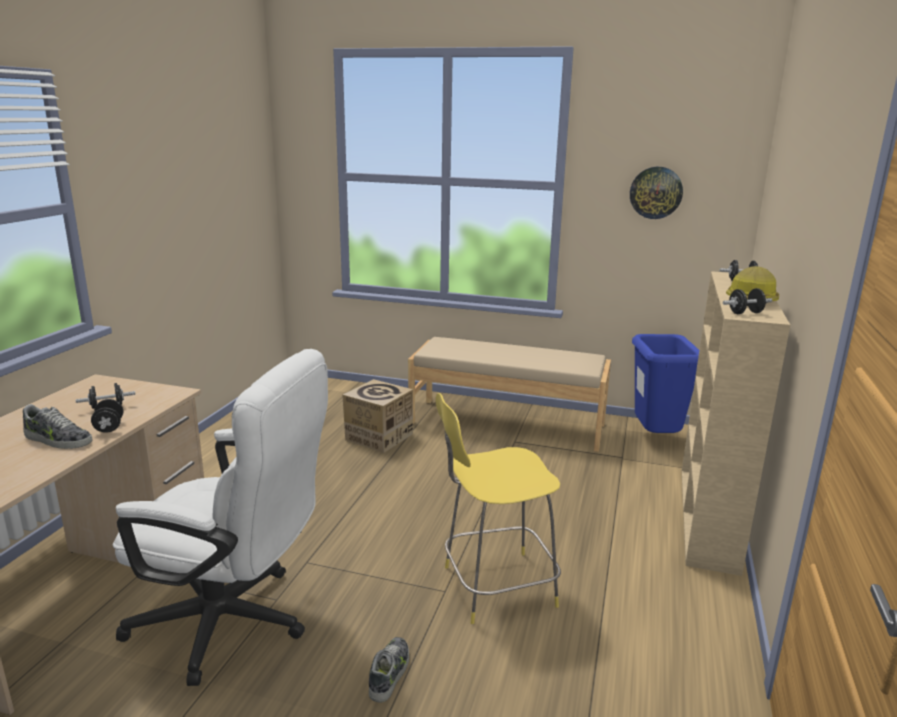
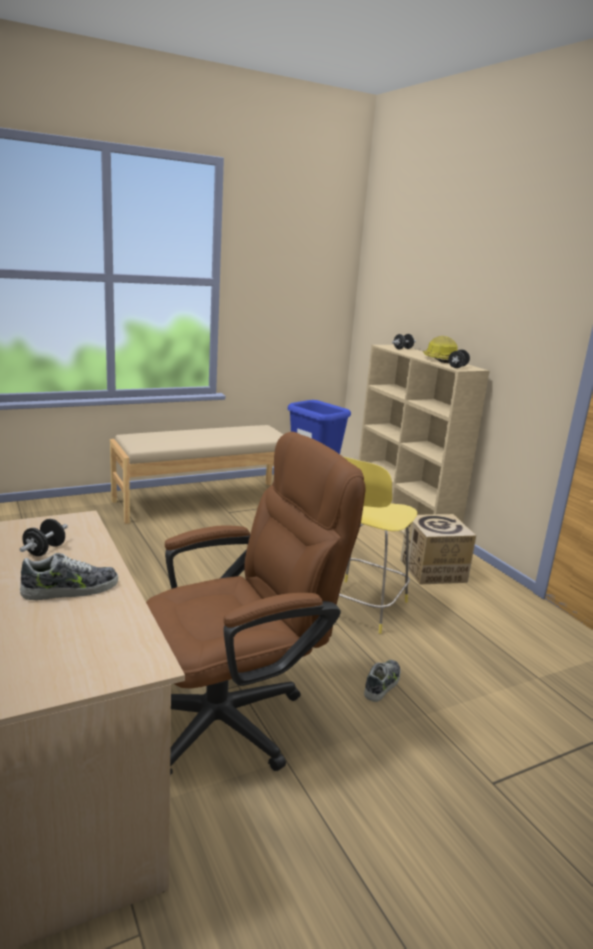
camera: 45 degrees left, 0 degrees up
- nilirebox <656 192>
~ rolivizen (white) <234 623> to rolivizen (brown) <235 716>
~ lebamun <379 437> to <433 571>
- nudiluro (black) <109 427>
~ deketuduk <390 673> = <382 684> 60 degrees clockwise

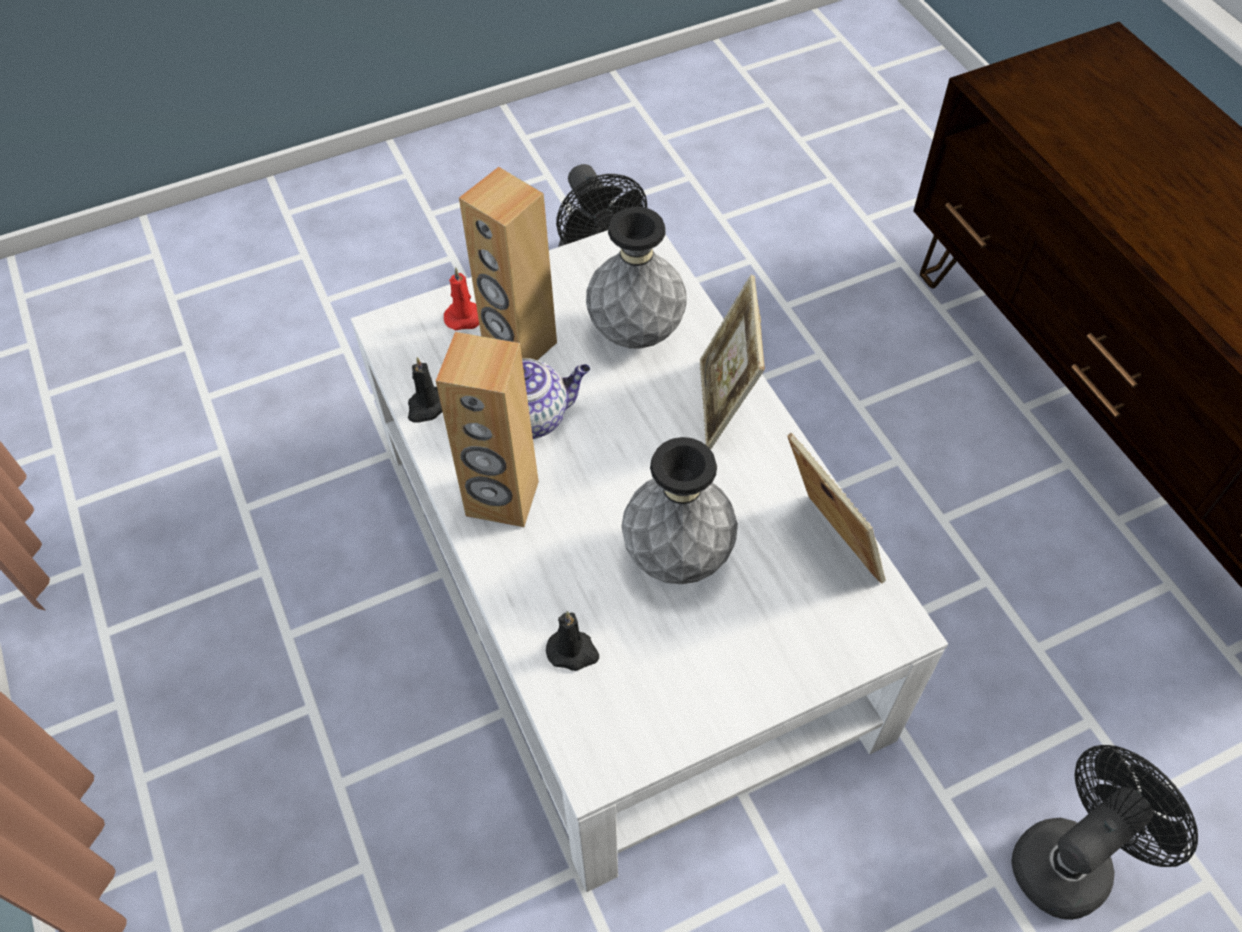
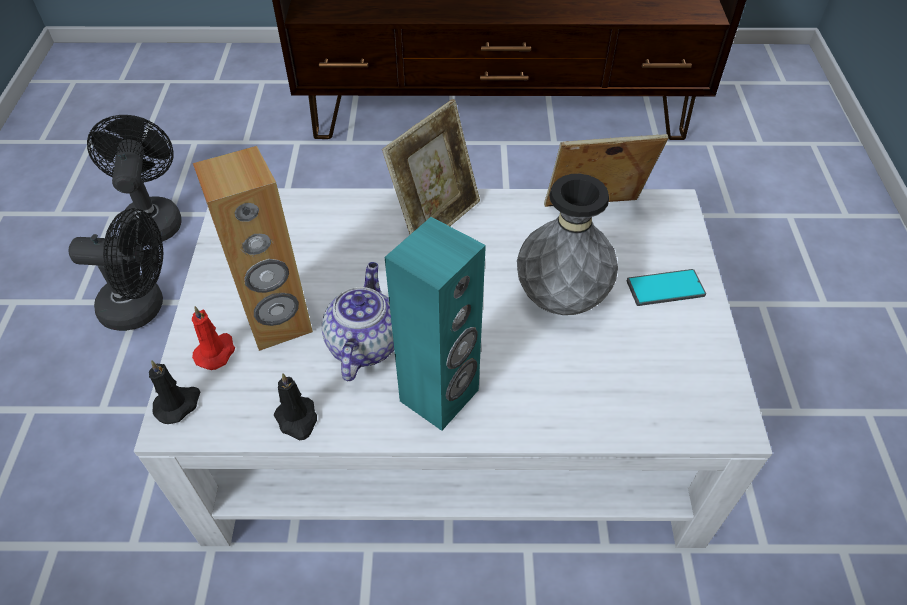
camera: 65 degrees left, 5 degrees down
- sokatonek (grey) <635 333>
~ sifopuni <725 404> = <436 218> 75 degrees counterclockwise
~ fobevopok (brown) <502 499> to fobevopok (turquoise) <440 396>
~ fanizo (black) <573 651> to <178 404>
~ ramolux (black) <1071 859> to <153 218>
+ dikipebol <665 288>

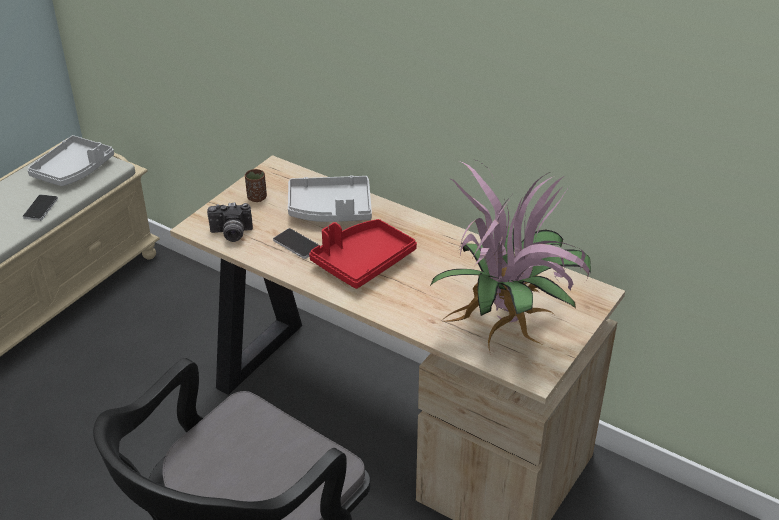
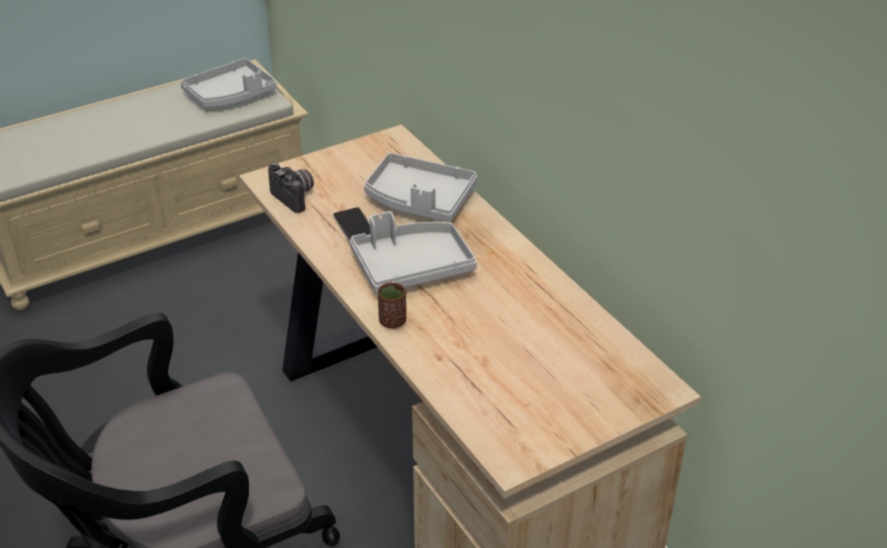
camera: 25 degrees right, 0 degrees up
- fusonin <507 325>
~ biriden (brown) <257 198> to <392 321>
- dikipebol <40 208>
~ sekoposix <231 234> = <296 197> 150 degrees counterclockwise
~ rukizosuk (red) <362 262> to rukizosuk (grey) <411 267>

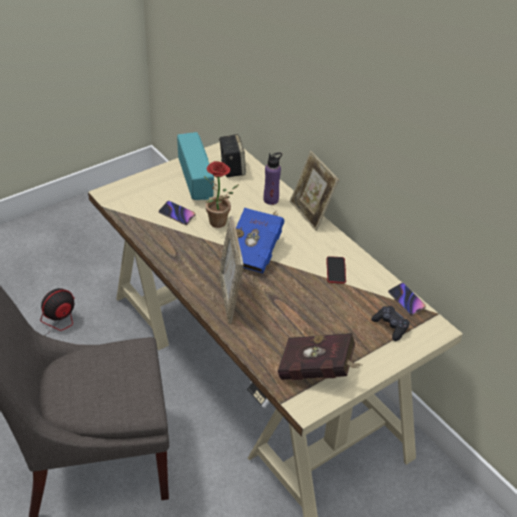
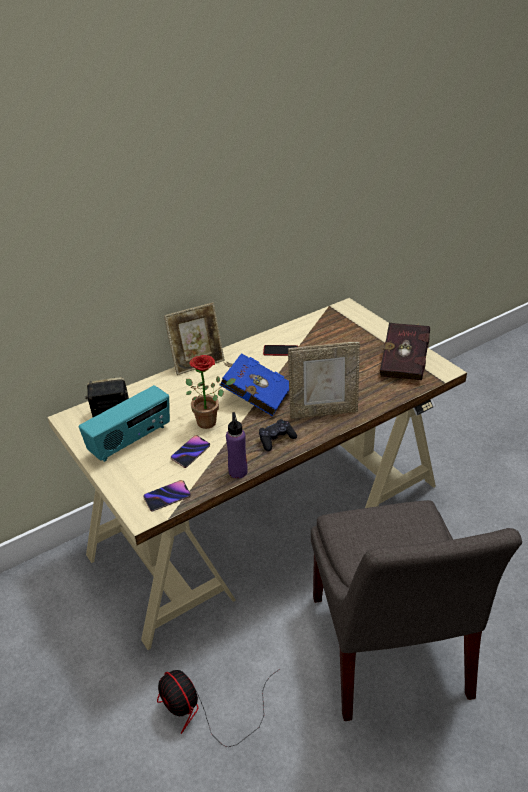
camera: 85 degrees left, 5 degrees down
~ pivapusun <196 181> = <130 441> 150 degrees clockwise
~ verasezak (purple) <271 200> to <238 471>
~ dikipebol <406 300> to <167 497>
~ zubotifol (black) <390 326> to <276 439>

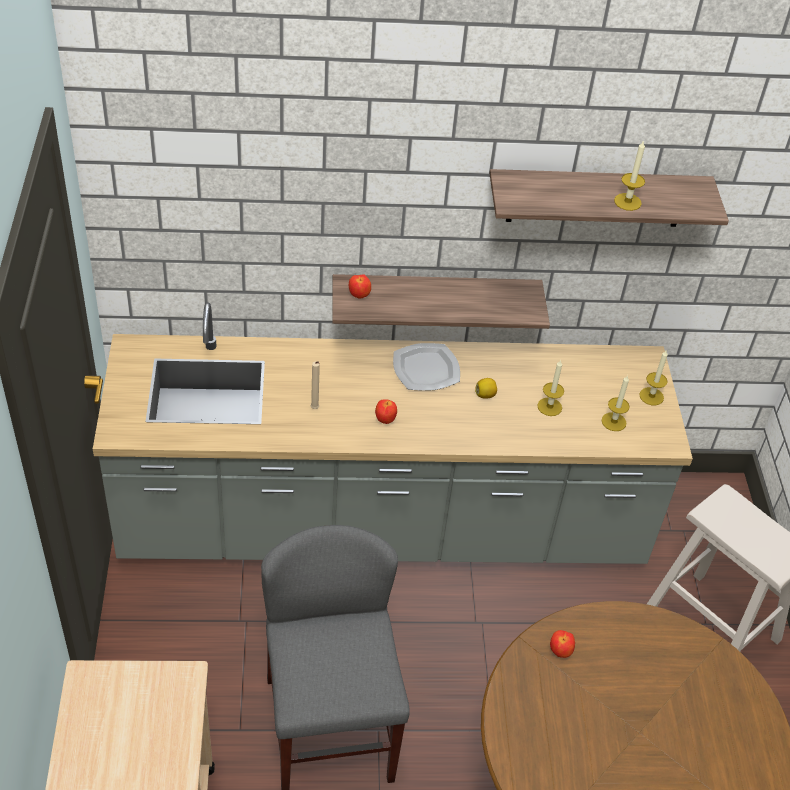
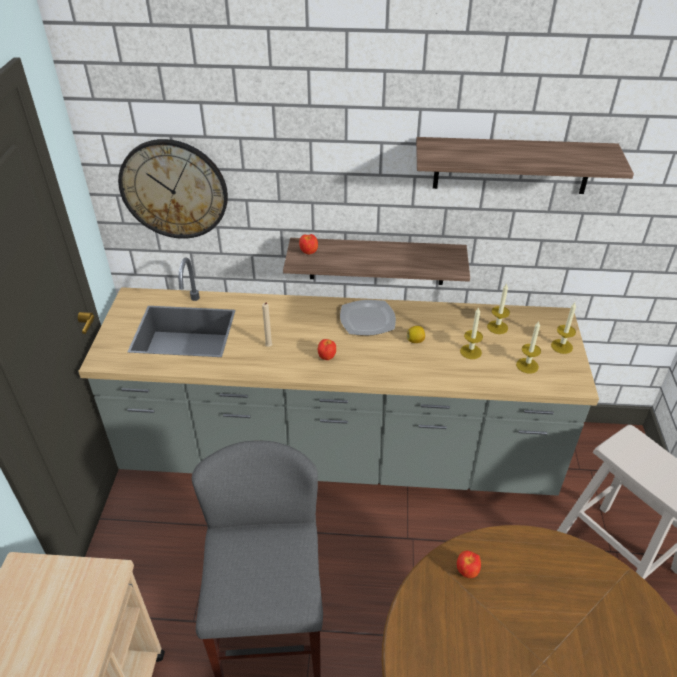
camera: 10 degrees right, 5 degrees down
~ fanizo <627 202> to <497 327>
+ nilirebox <174 189>

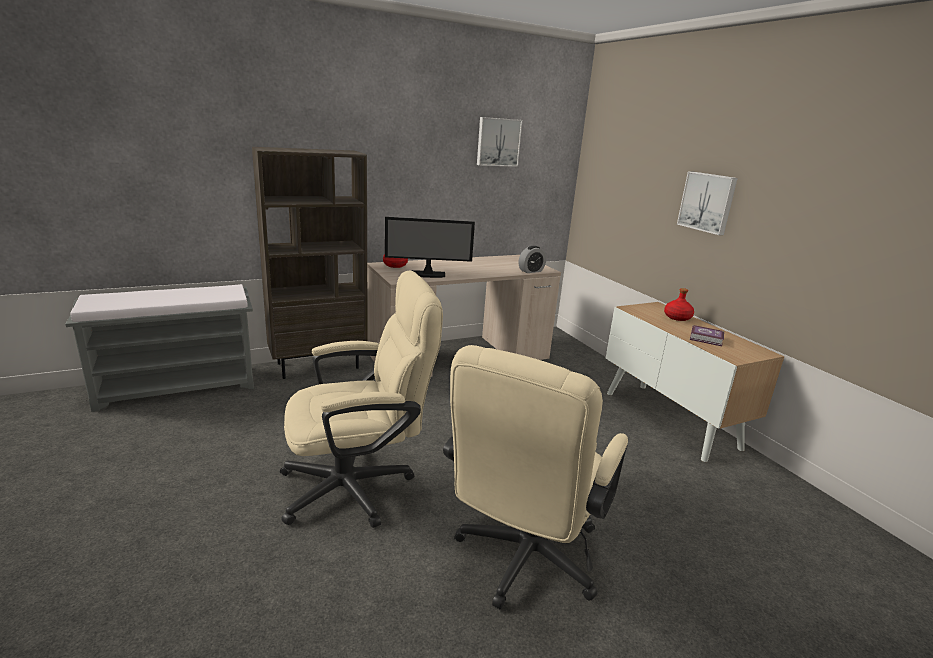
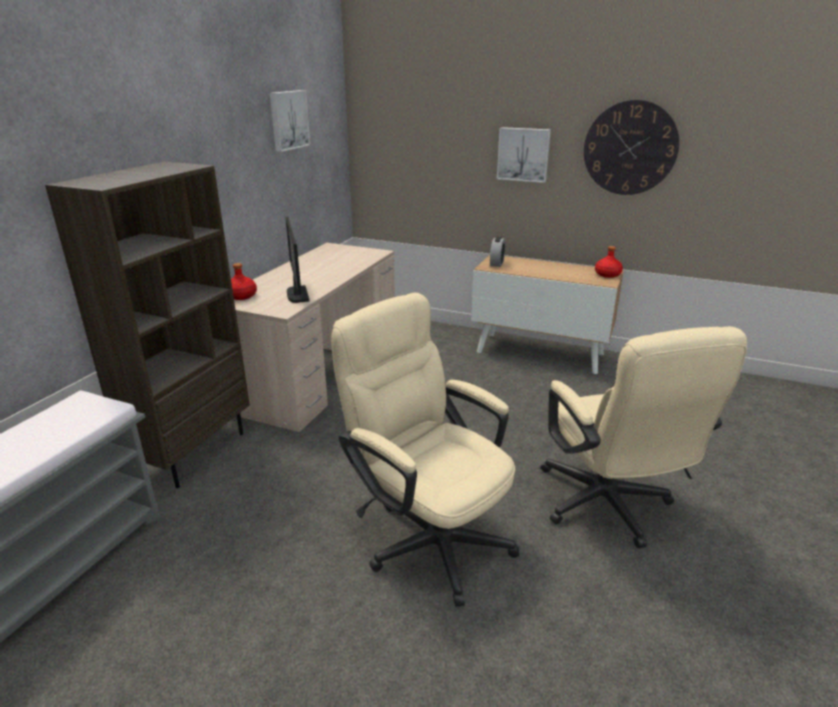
camera: 40 degrees left, 5 degrees up
~ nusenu <428 275> = <297 295> 120 degrees clockwise
~ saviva <531 271> to <497 263>
~ rolivizen (beige) <359 486> = <428 536> 75 degrees counterclockwise
~ verasezak (red) <677 317> to <608 274>
- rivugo <707 339>
+ nilirebox <630 148>

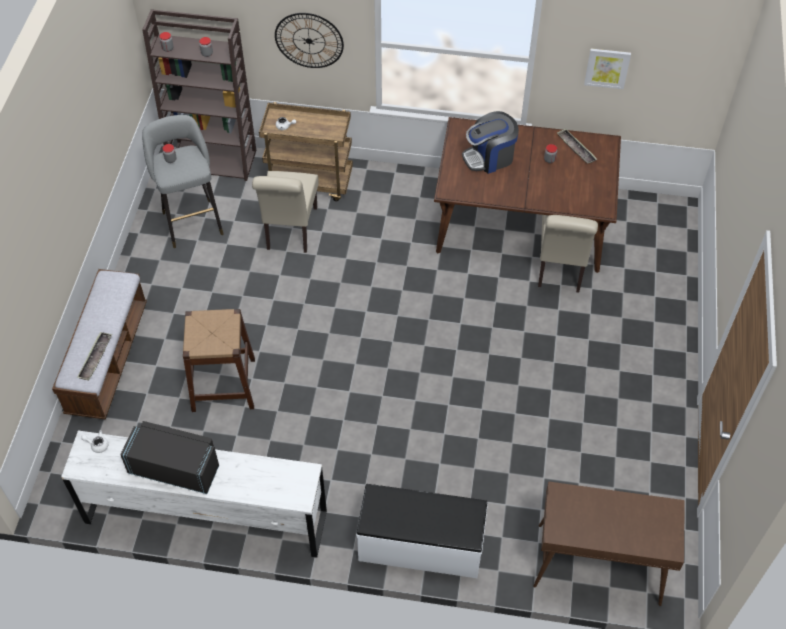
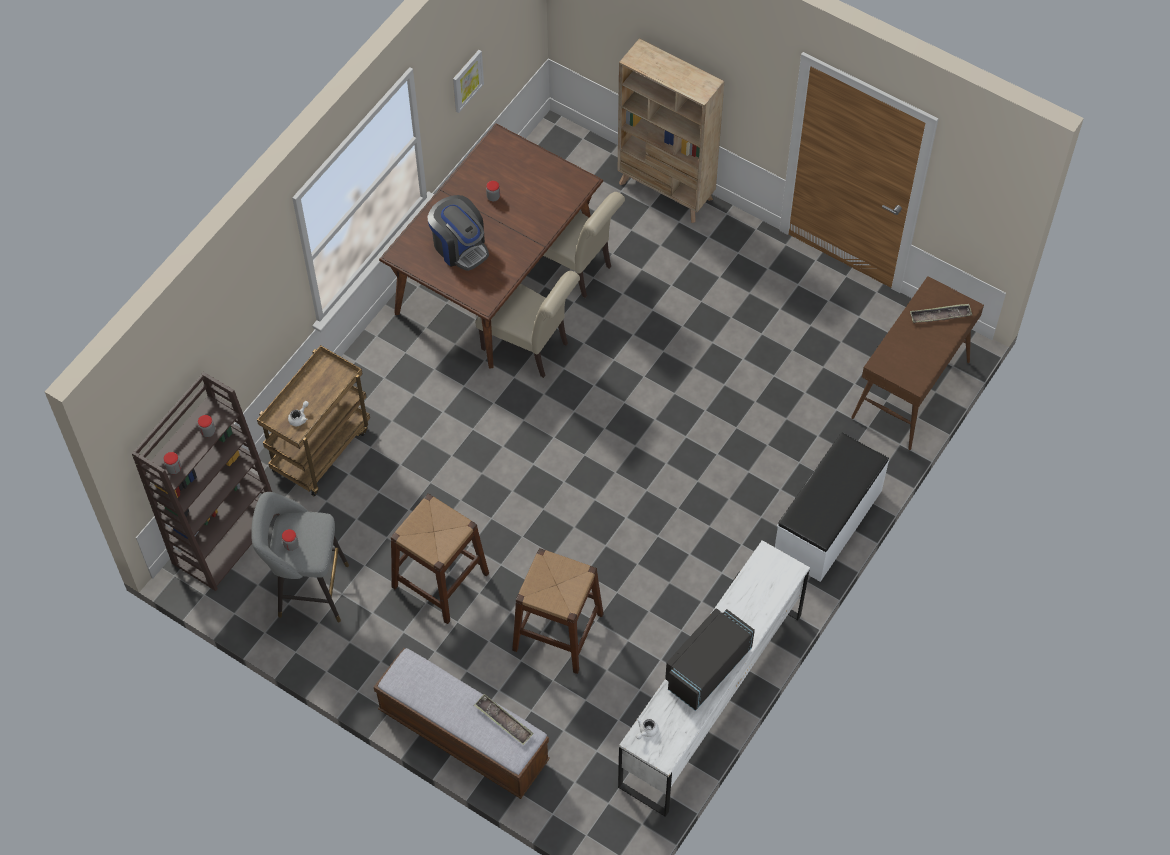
camera: 65 degrees left, 5 degrees up
- nilirebox <309 40>
~ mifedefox <489 157> = <460 247> 45 degrees counterclockwise
~ rukizosuk <576 148> to <940 316>
~ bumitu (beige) <290 231> to <530 348>
+ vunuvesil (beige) <666 191>
+ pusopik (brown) <440 580>

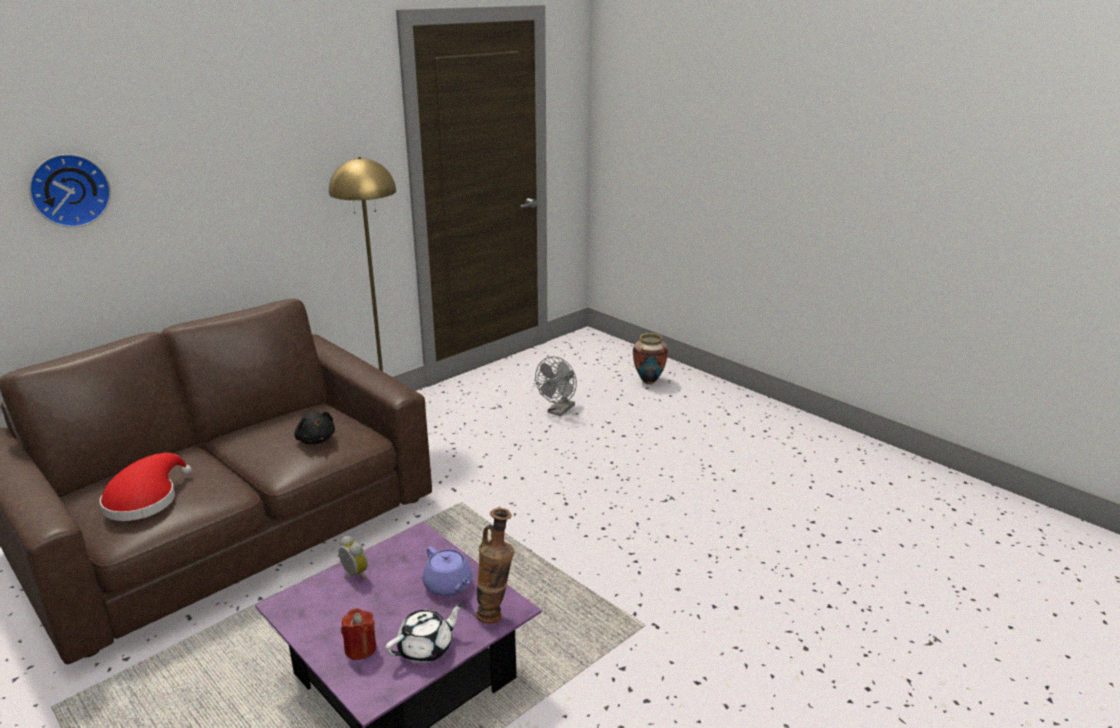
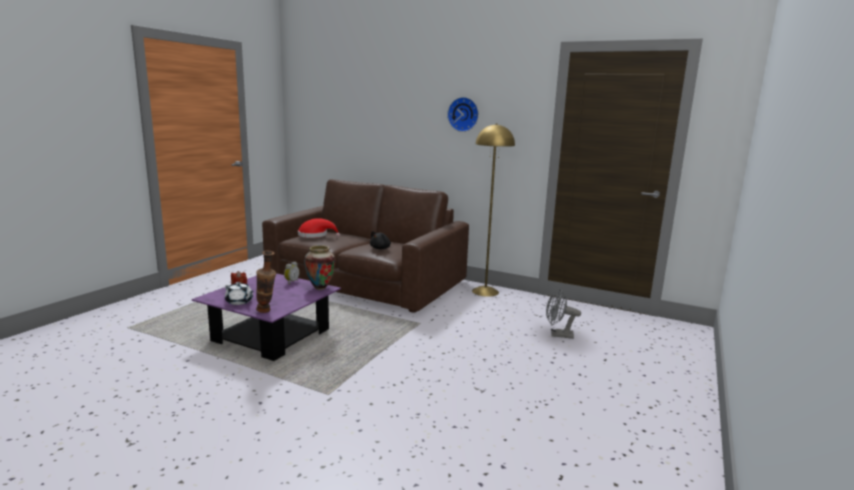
camera: 70 degrees right, 10 degrees down
~ nilirebox <69 190> to <463 114>
~ sokatonek <648 382> to <320 288>
- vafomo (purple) <448 586>

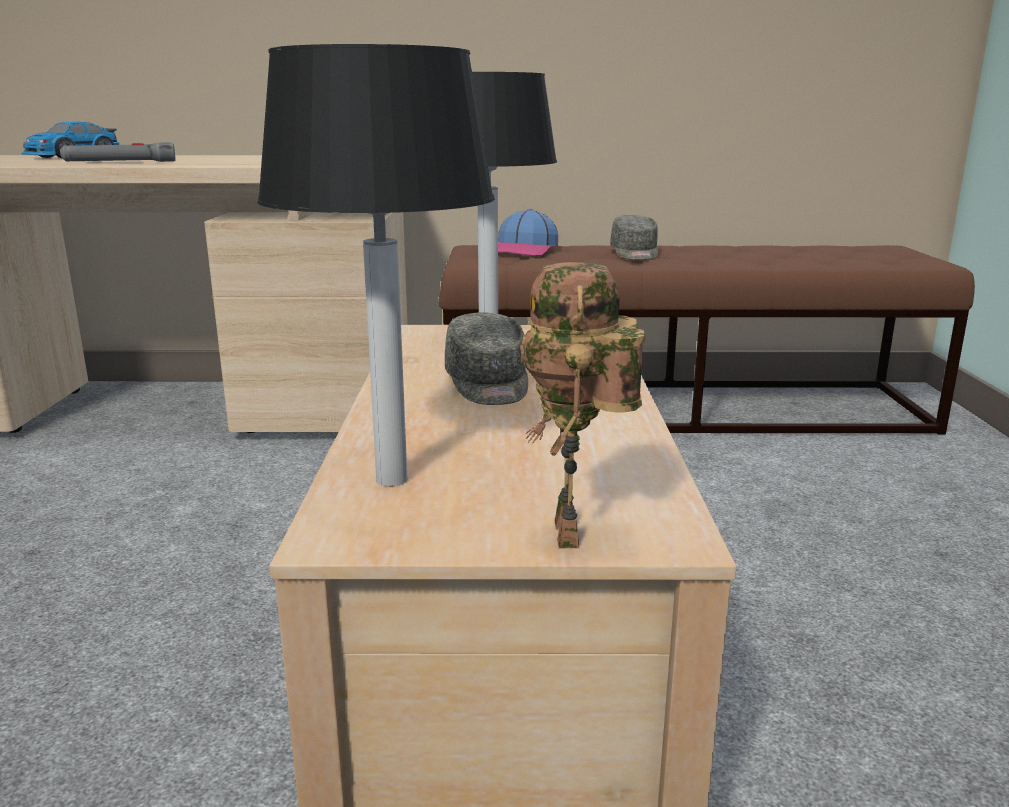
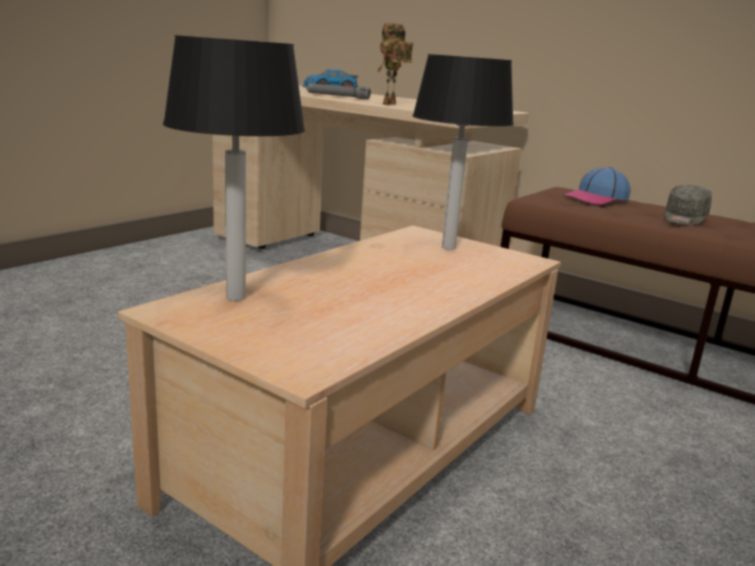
camera: 35 degrees right, 0 degrees up
~ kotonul <574 536> to <390 104>
- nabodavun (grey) <488 384>

